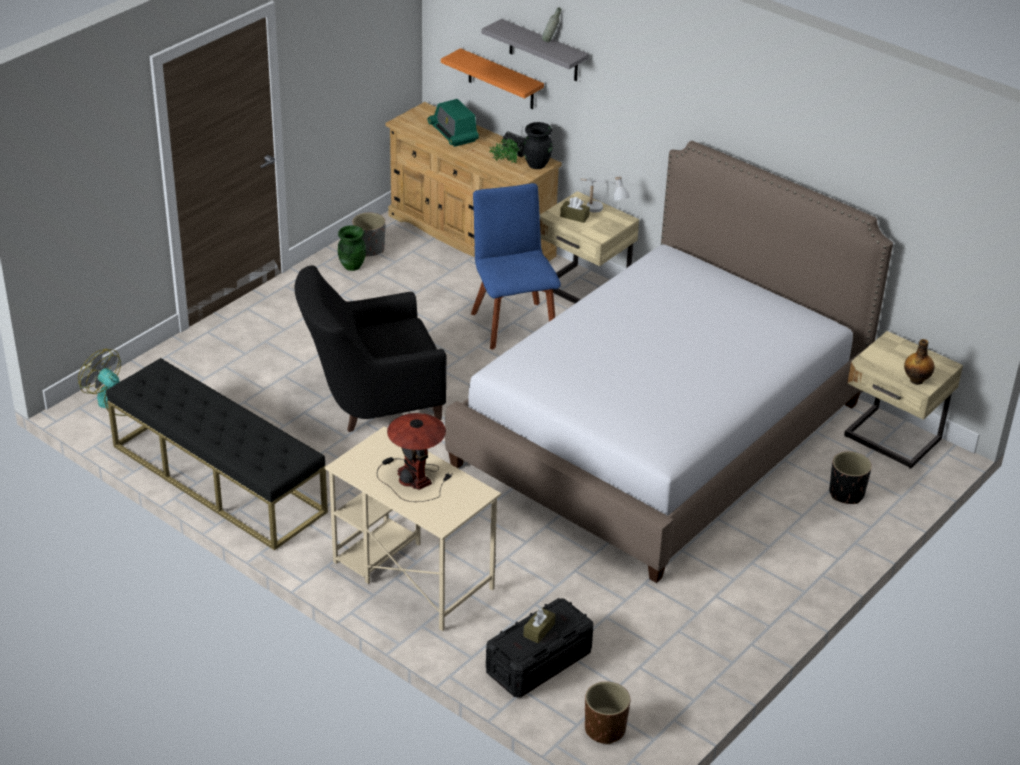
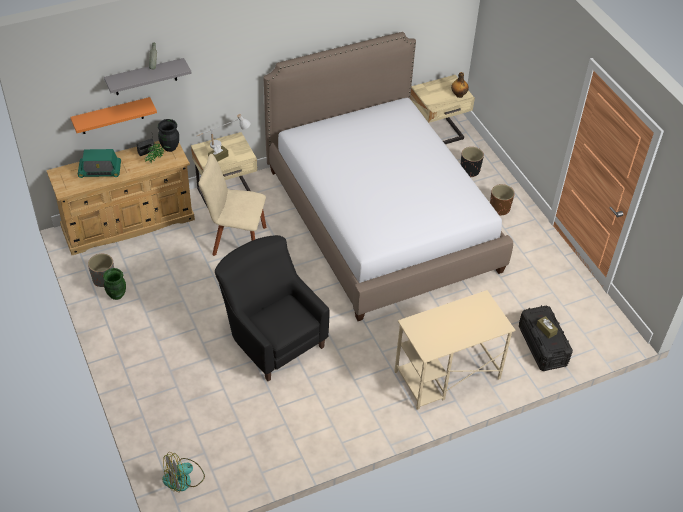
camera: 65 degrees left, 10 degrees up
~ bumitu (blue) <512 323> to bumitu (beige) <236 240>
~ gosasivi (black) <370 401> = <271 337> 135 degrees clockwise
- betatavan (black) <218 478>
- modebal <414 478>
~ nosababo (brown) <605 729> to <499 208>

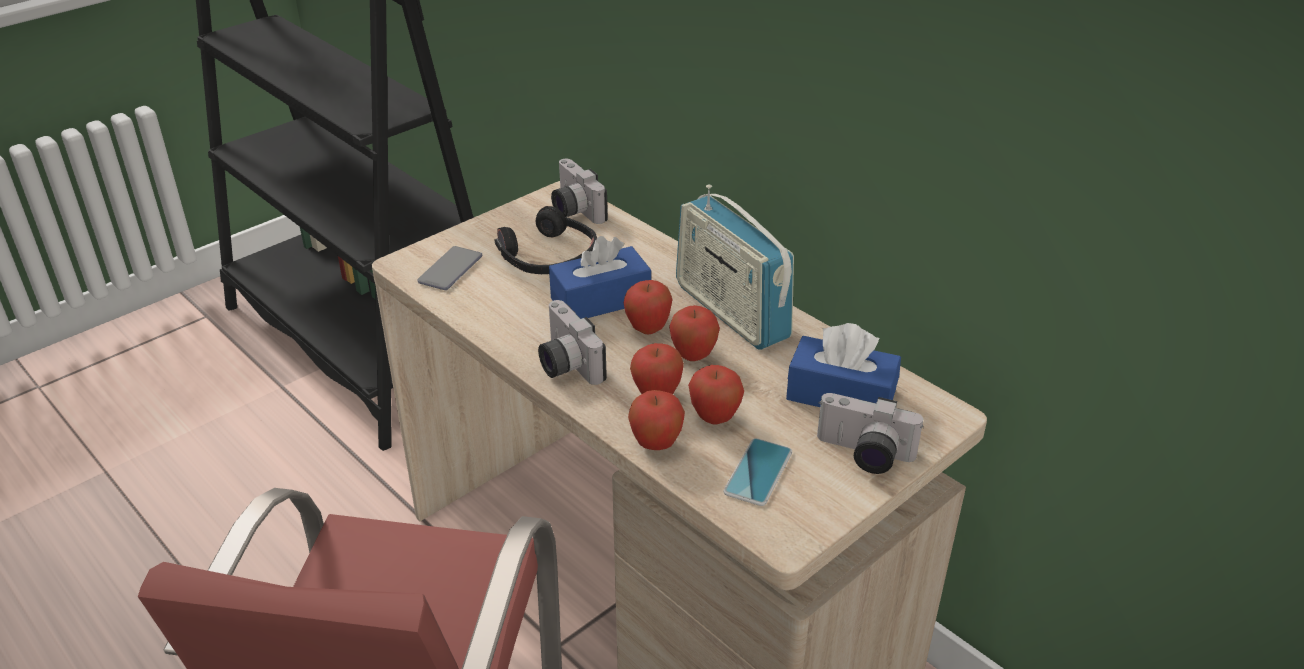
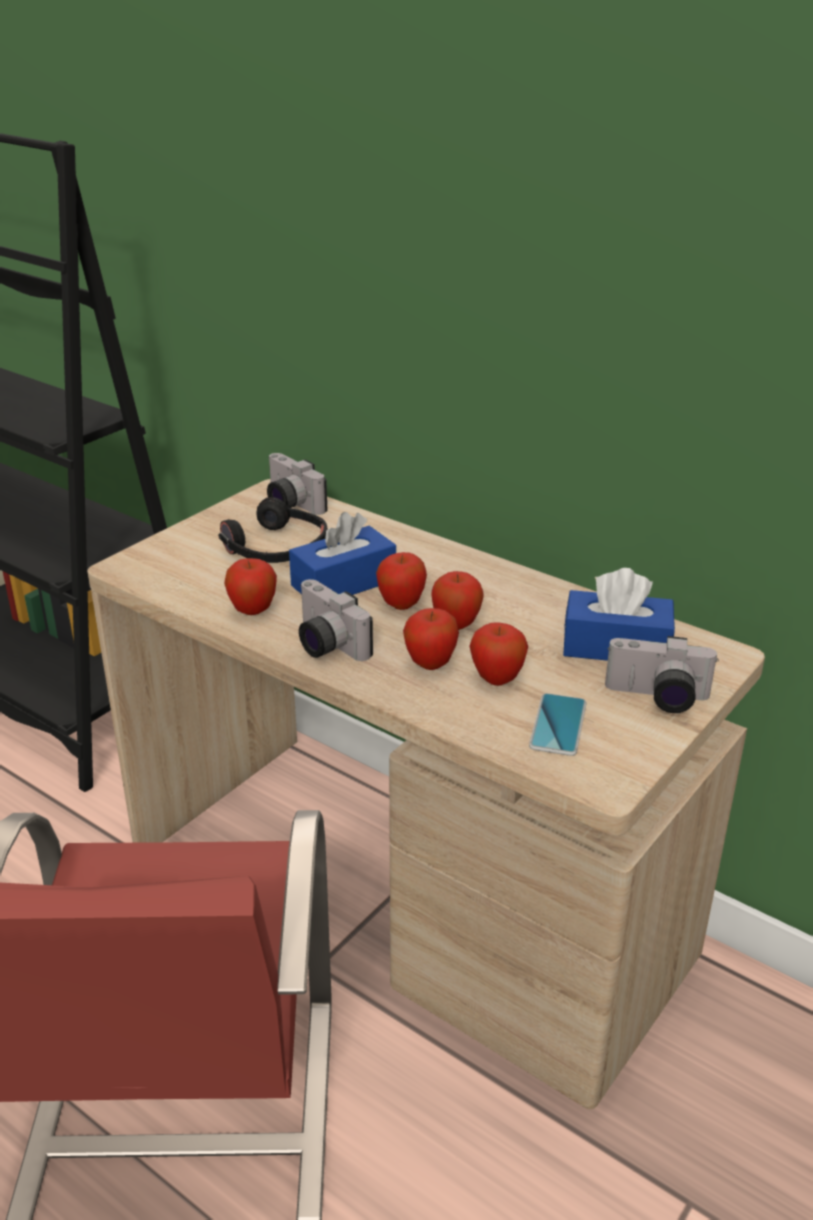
camera: 10 degrees left, 5 degrees down
- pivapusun <731 312>
- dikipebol <450 269>
~ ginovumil <656 444> to <252 611>

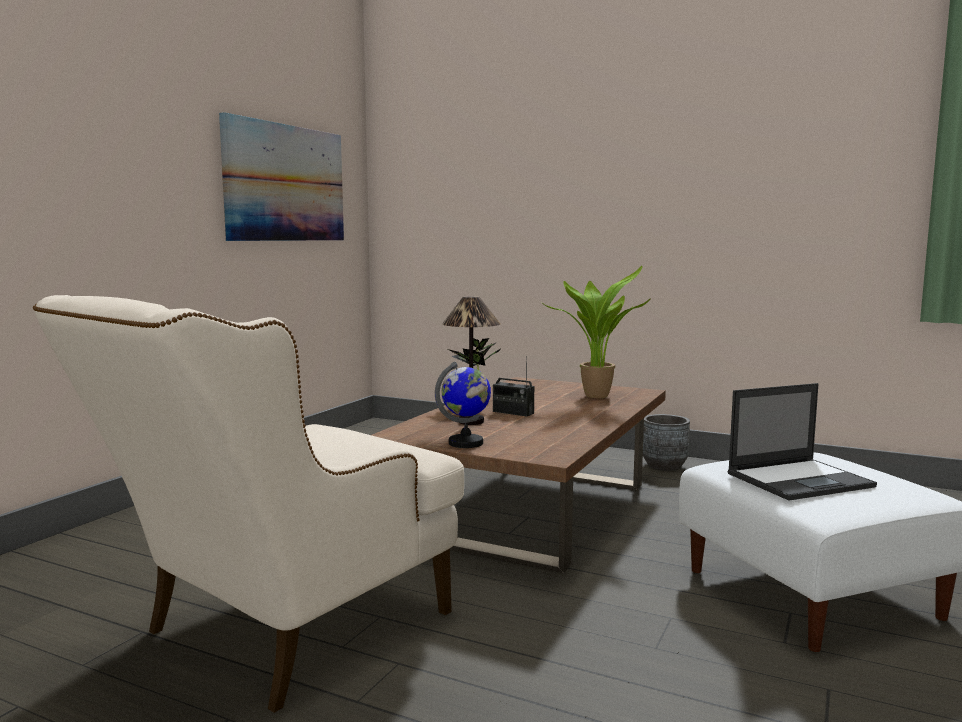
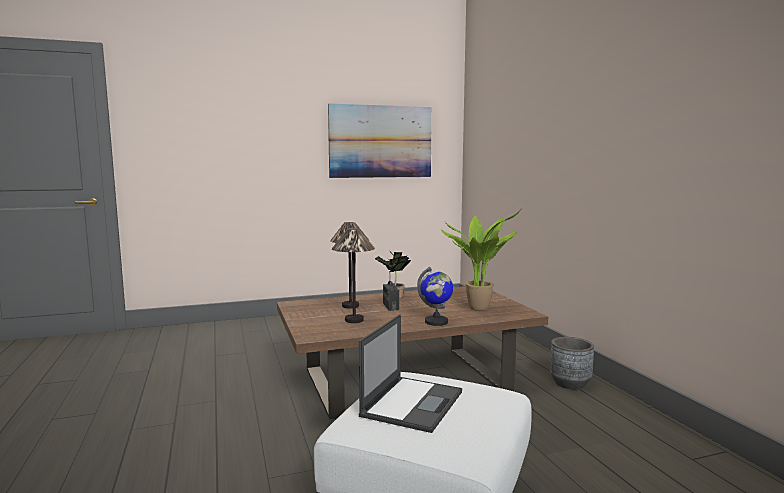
camera: 45 degrees right, 0 degrees up
- gosasivi (beige) <276 634>
~ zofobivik <466 443> to <436 322>
~ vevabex <800 480> = <412 403> 90 degrees counterclockwise
+ modebal <354 320>

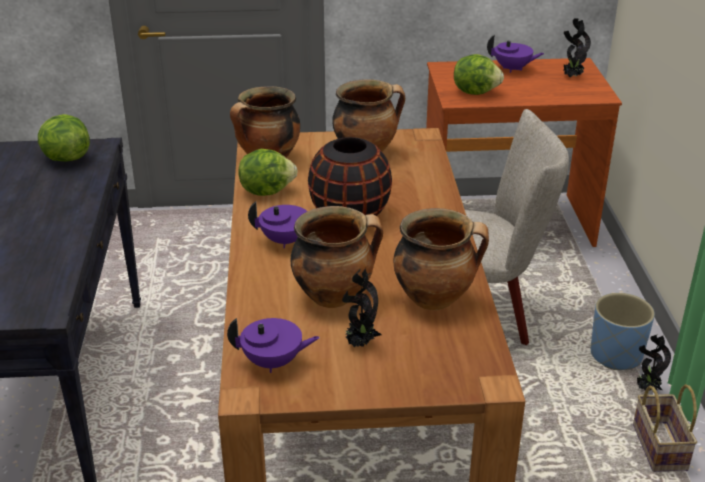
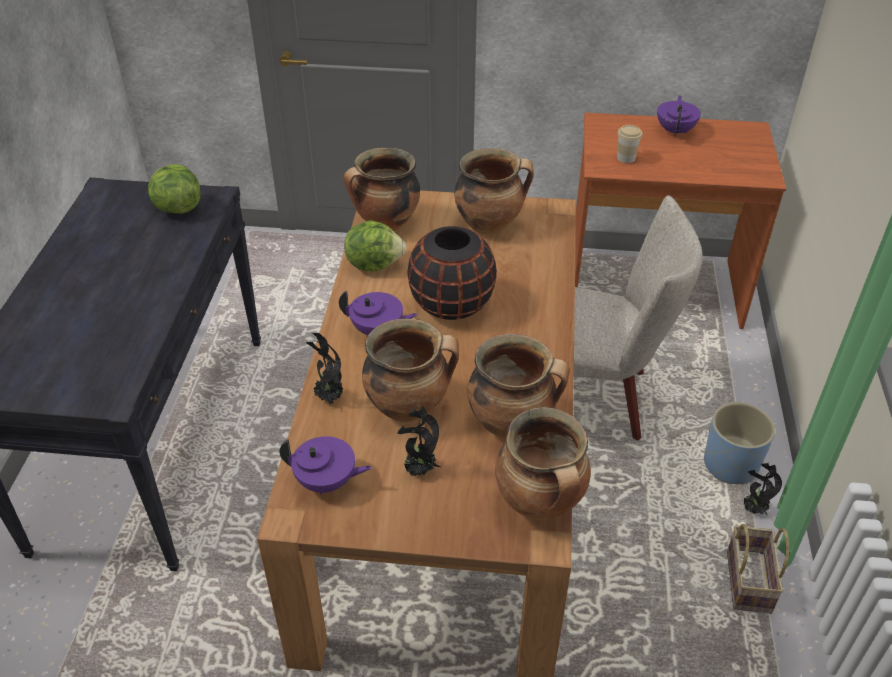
camera: 10 degrees right, 10 degrees up
~ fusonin <571 77> to <328 398>
~ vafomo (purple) <512 69> = <675 130> 105 degrees counterclockwise
~ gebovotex <475 91> to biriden <626 158>
+ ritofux <541 504>

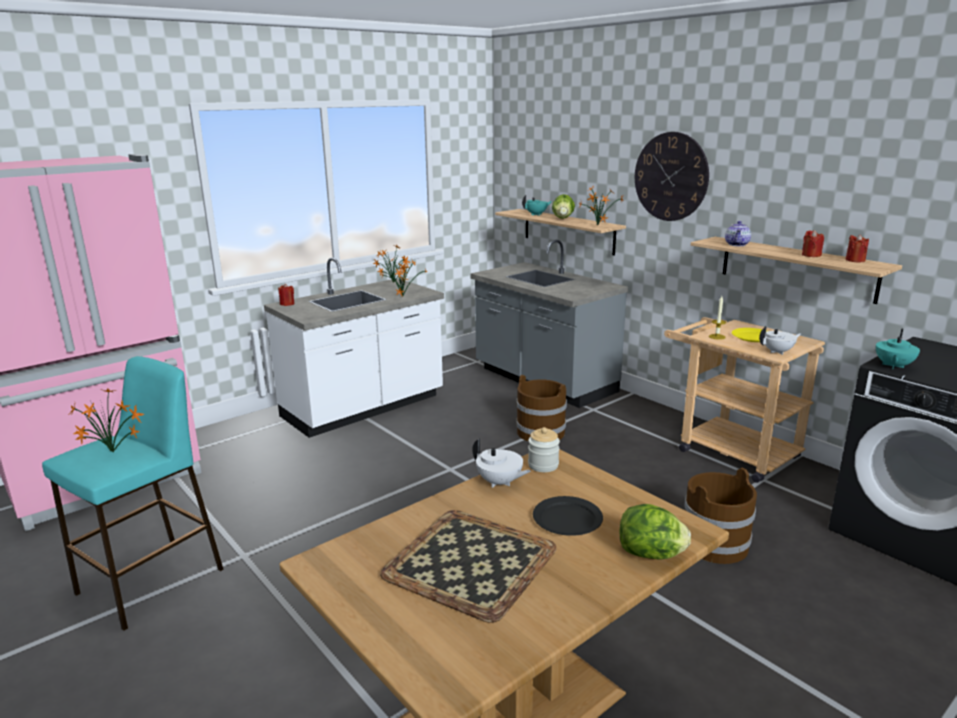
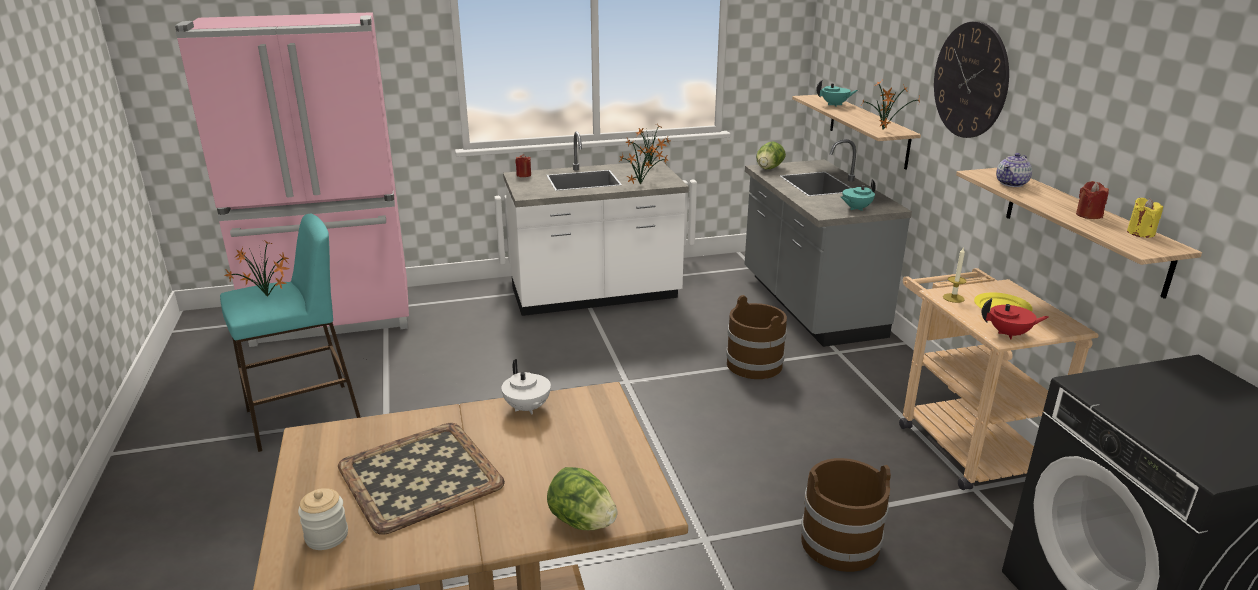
camera: 25 degrees right, 5 degrees up
~ gebovotex <563 218> to <769 168>
~ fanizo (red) <855 260> to fanizo (yellow) <1140 233>
~ vafomo (white) <777 352> to vafomo (red) <1009 334>
~ vafomo (turquoise) <893 366> to <856 208>
~ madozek <543 465> to <326 536>
- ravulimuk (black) <567 519>

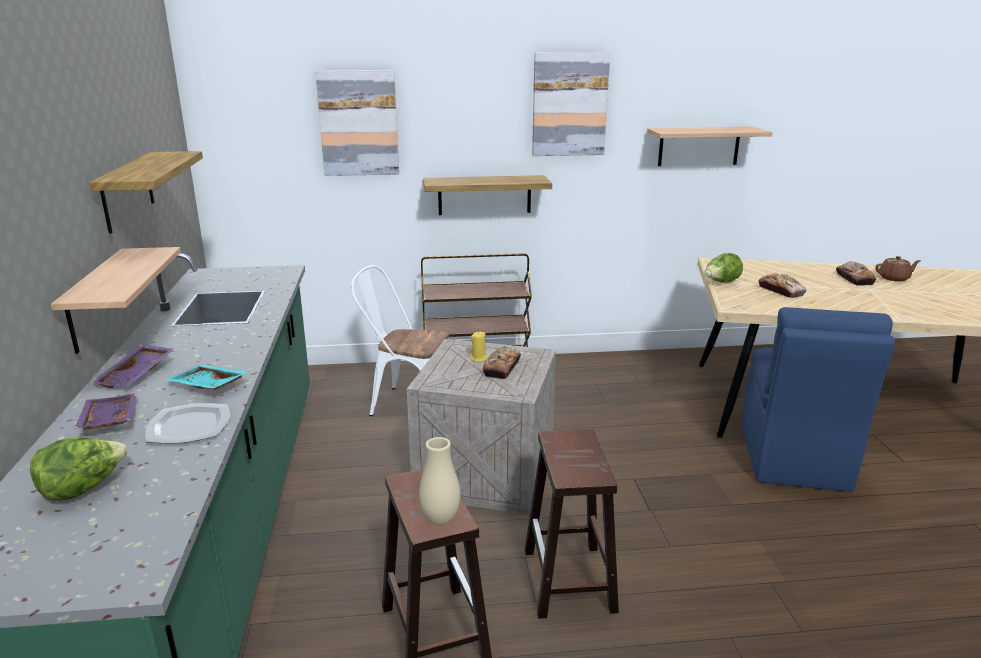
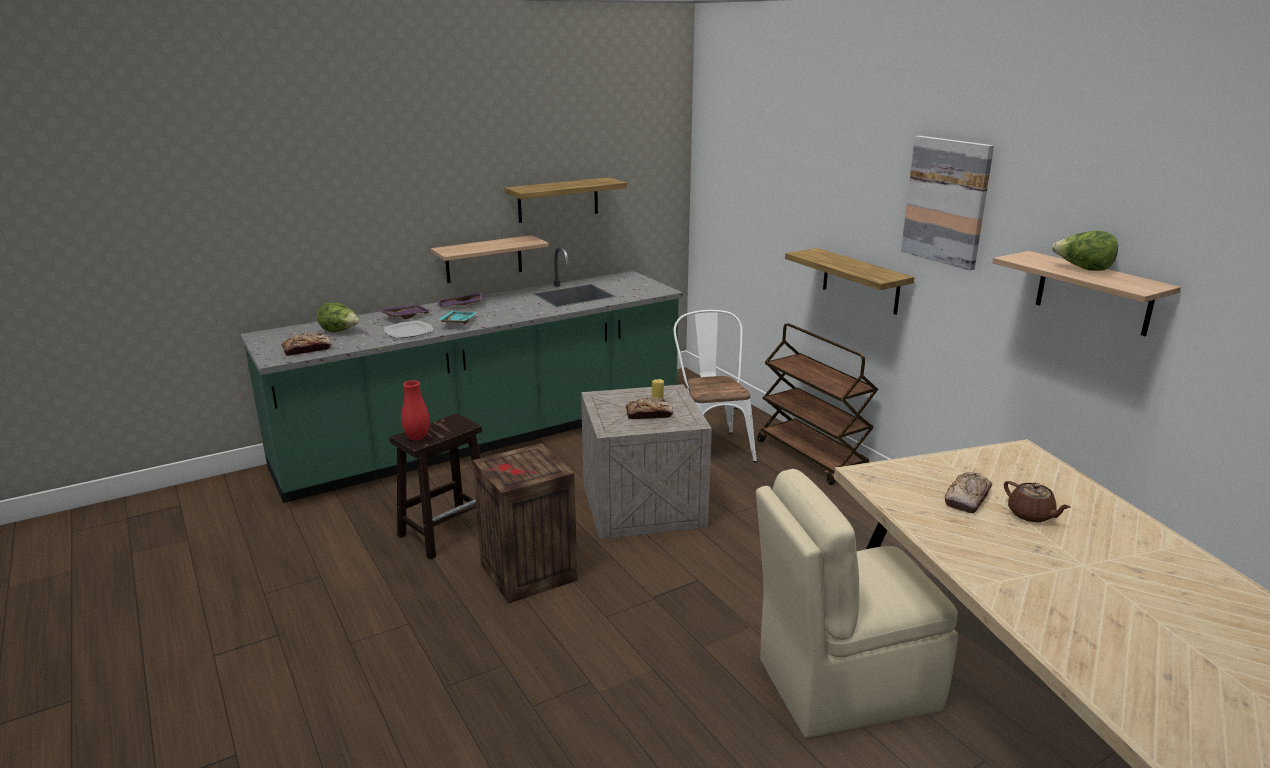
camera: 65 degrees right, 0 degrees up
- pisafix <358 123>
~ gebovotex <721 283> to <1083 269>
~ vafomo (brown) <894 278> to <1031 515>
~ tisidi <854 279> to <307 350>
~ bumitu (blue) <793 457> to bumitu (beige) <843 684>
~ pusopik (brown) <569 581> to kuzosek <527 573>
~ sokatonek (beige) <440 519> to sokatonek (red) <417 438>

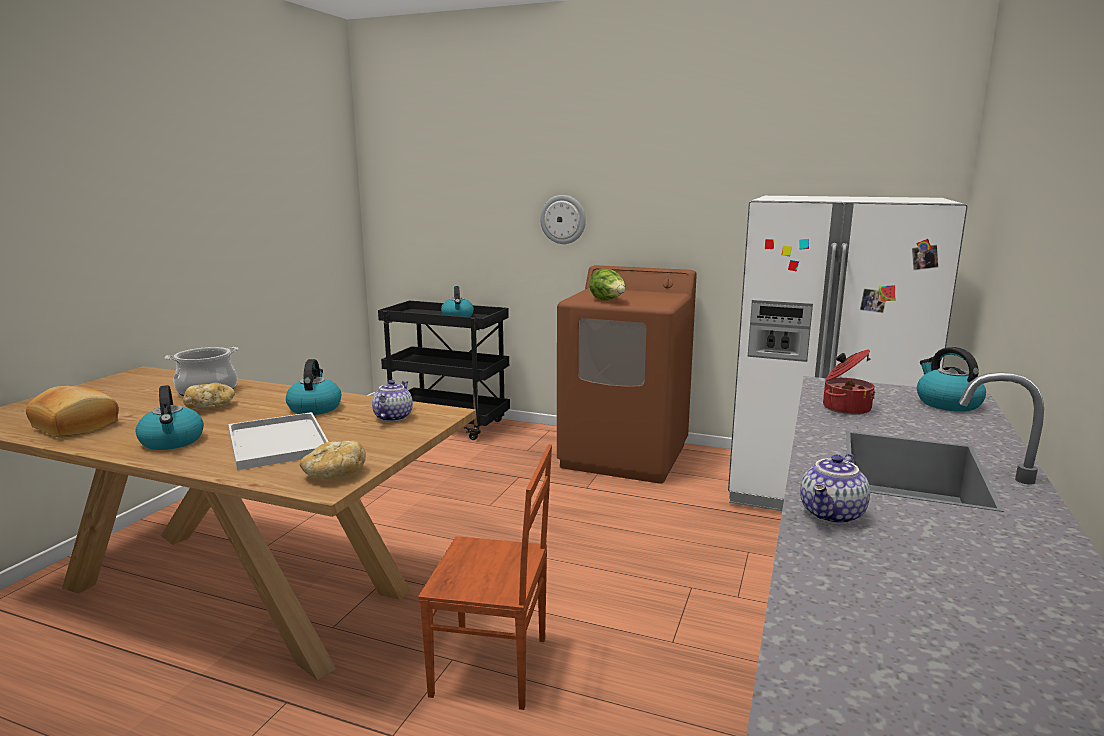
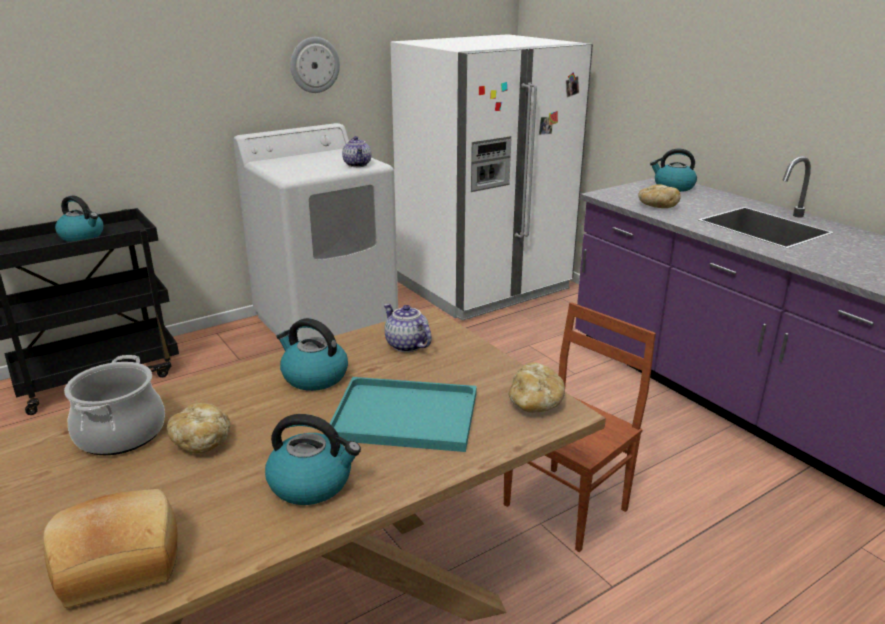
camera: 55 degrees left, 10 degrees up
~ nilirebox <563 219> to <314 65>
~ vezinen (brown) <625 455> to vezinen (white) <326 323>
- gebovotex <608 301>
~ ritofux <845 408> to tisidi <657 206>
~ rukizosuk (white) <276 442> to rukizosuk (turquoise) <402 416>
~ vafomo <833 515> to <358 165>

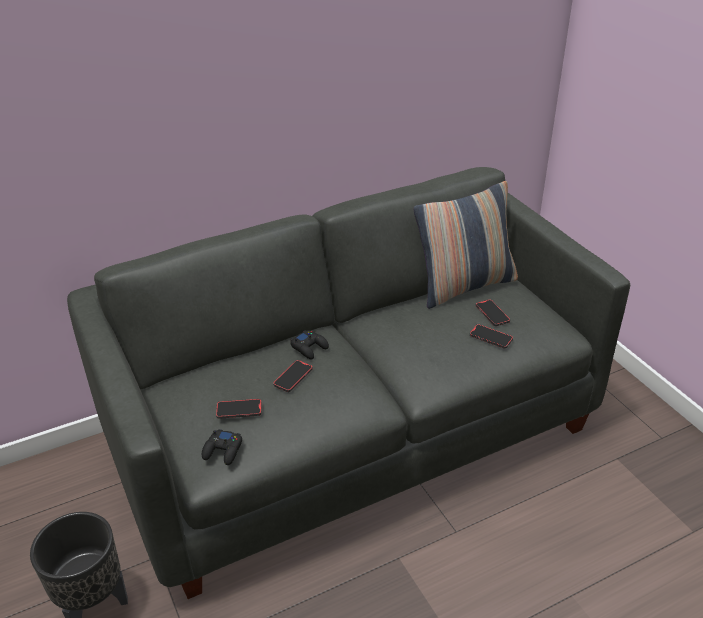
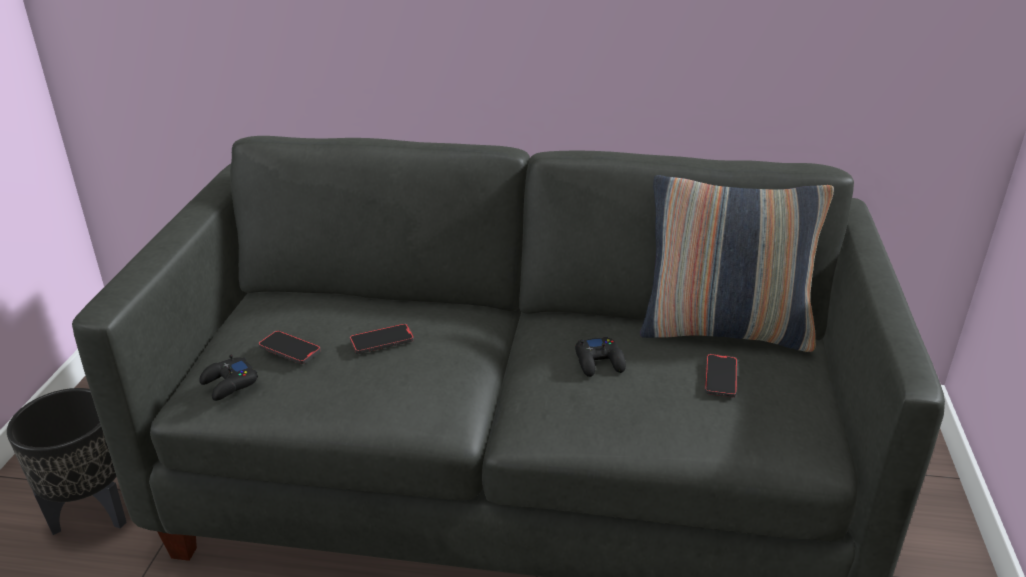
camera: 35 degrees right, 5 degrees down
- dikipebol <491 338>
~ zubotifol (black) <309 348> to <599 362>

